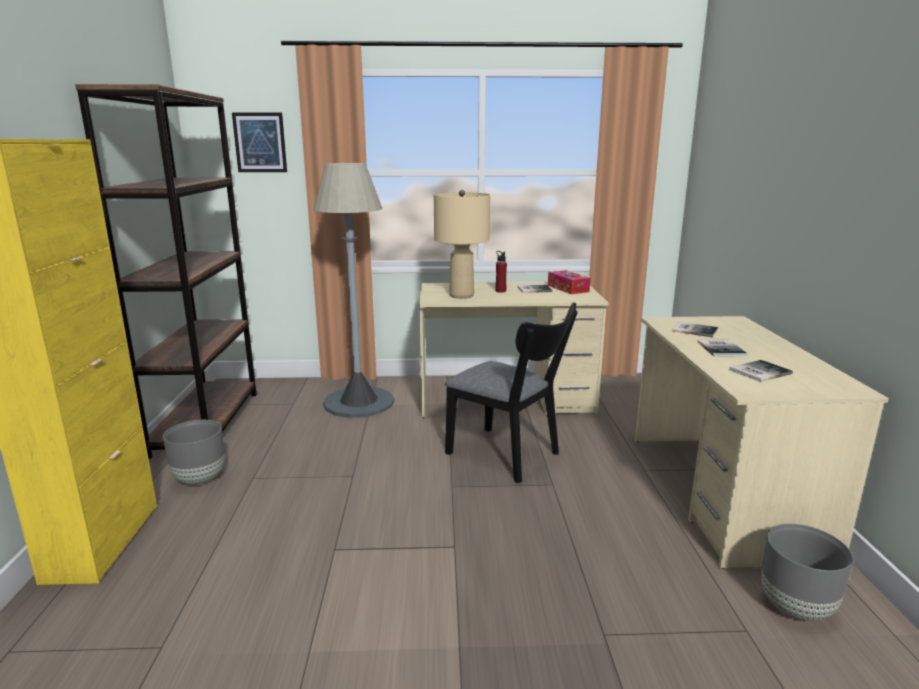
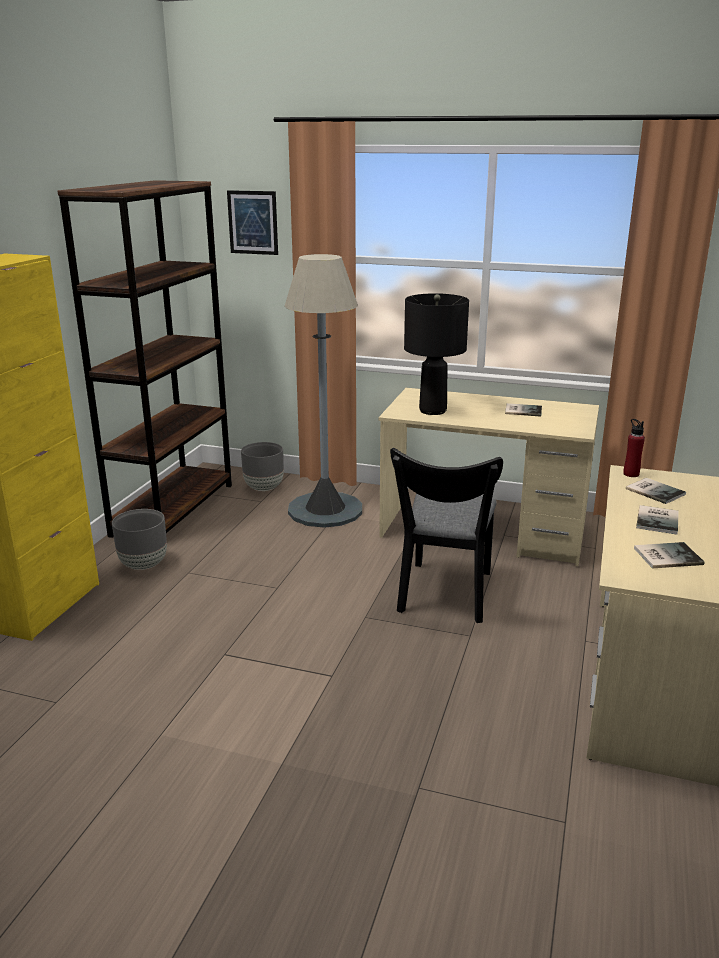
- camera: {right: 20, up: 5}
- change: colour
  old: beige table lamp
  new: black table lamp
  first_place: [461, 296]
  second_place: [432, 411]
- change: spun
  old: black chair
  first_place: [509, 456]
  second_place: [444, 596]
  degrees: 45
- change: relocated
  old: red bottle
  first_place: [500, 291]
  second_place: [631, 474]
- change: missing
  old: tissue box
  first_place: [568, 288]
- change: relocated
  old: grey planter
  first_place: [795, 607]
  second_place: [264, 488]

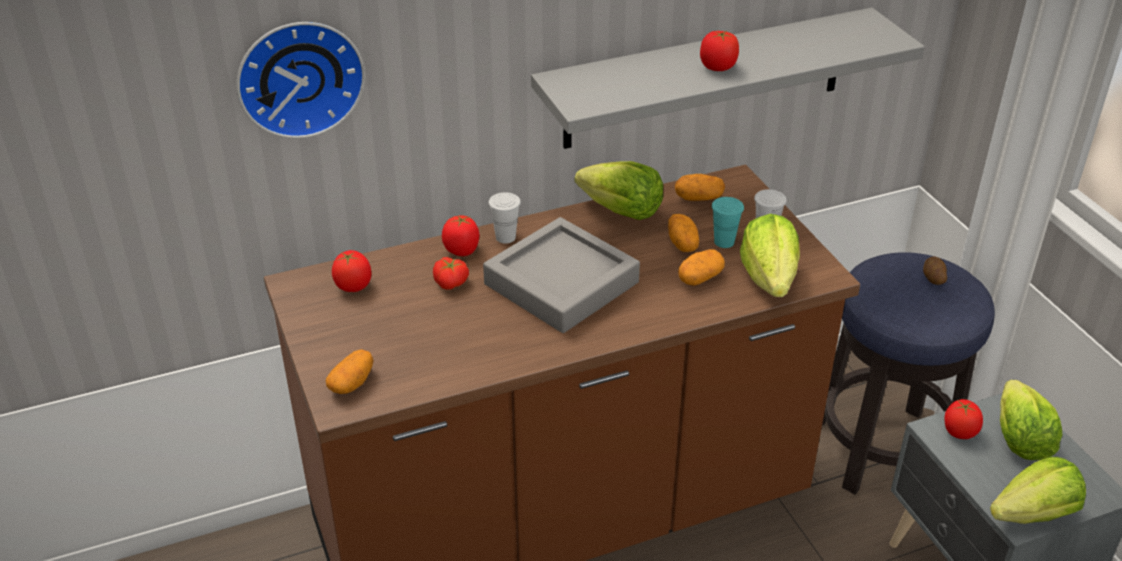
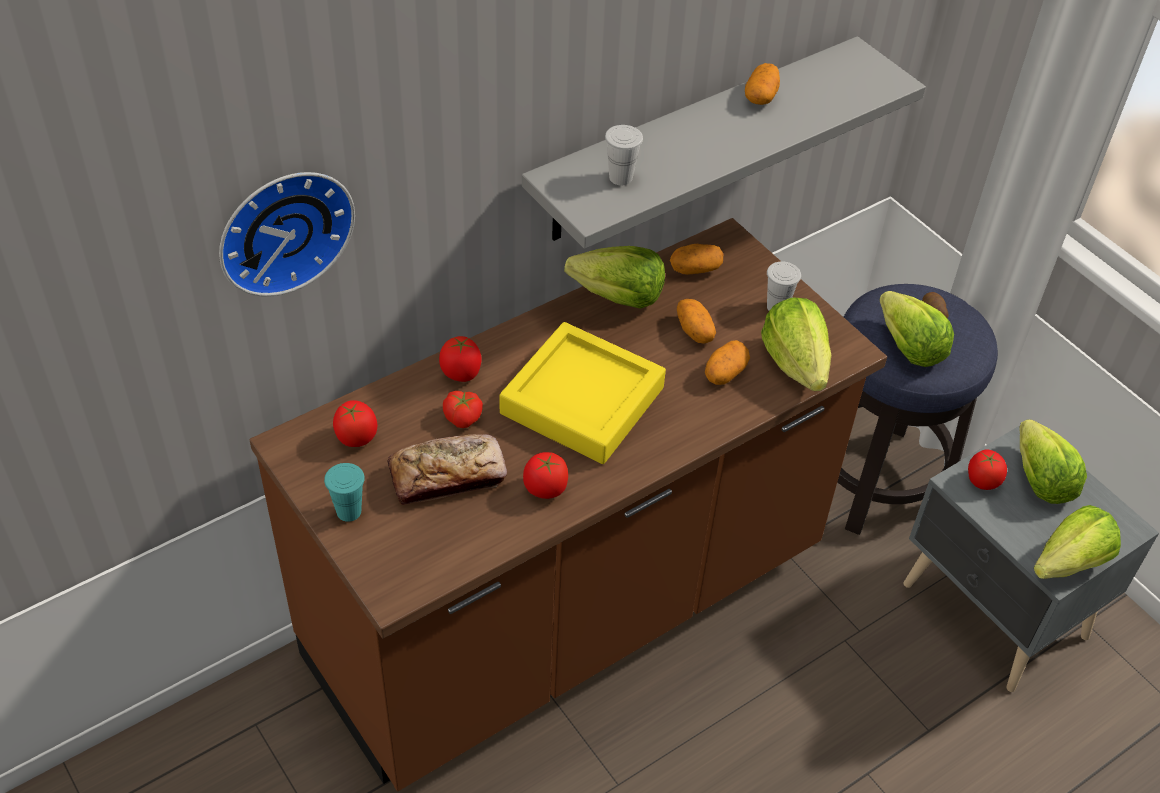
- camera: {right: -15, up: 10}
- change: relocated
  old: potato
  first_place: [352, 383]
  second_place: [761, 96]
- change: colour
  old: grey tray
  new: yellow tray
  first_place: [561, 283]
  second_place: [582, 401]
- change: relocated
  old: white cup
  first_place: [505, 237]
  second_place: [620, 177]
- change: relocated
  old: tomato
  first_place: [718, 67]
  second_place: [545, 489]
- change: relocated
  old: turquoise cup
  first_place: [724, 242]
  second_place: [349, 511]
- change: appeared
  new: bread
  second_place: [447, 476]
- change: appeared
  new: lettuce
  second_place: [908, 347]

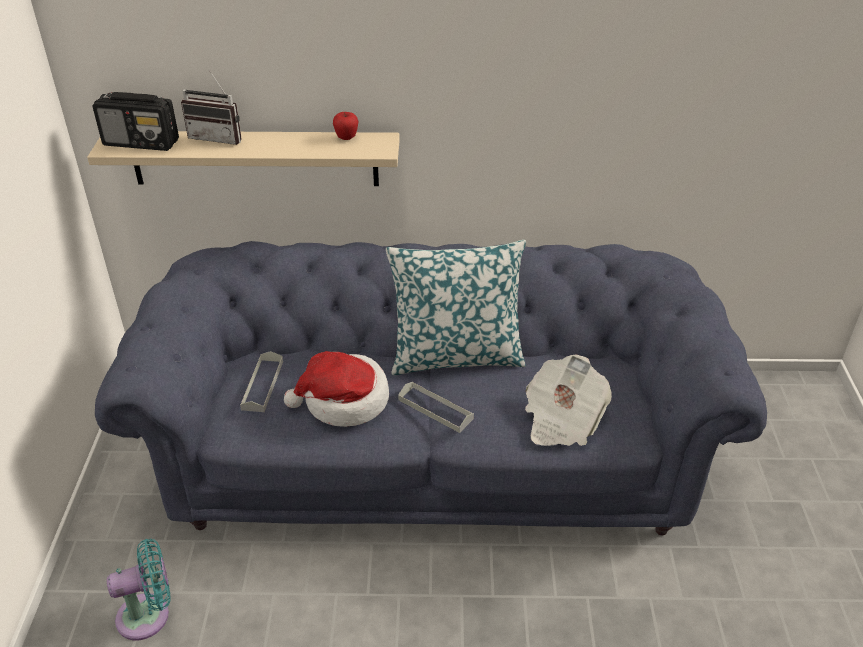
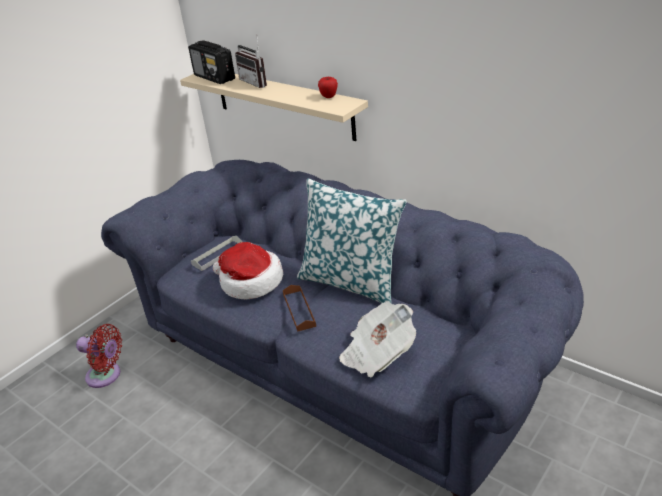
- camera: {right: 40, up: -5}
- change: colour
  old: turquoise fan
  new: red fan
  first_place: [149, 615]
  second_place: [106, 376]
- change: colour
  old: grey tray
  new: brown tray
  first_place: [435, 409]
  second_place: [299, 310]

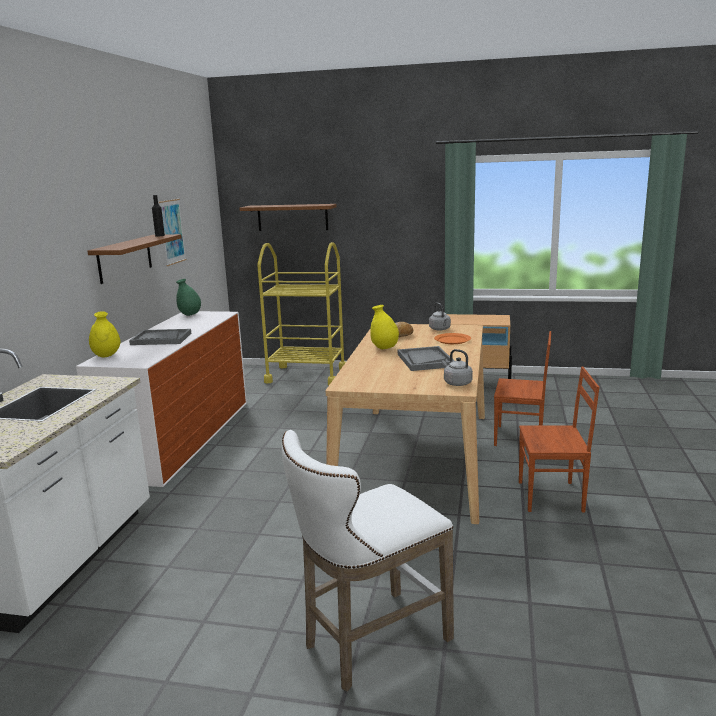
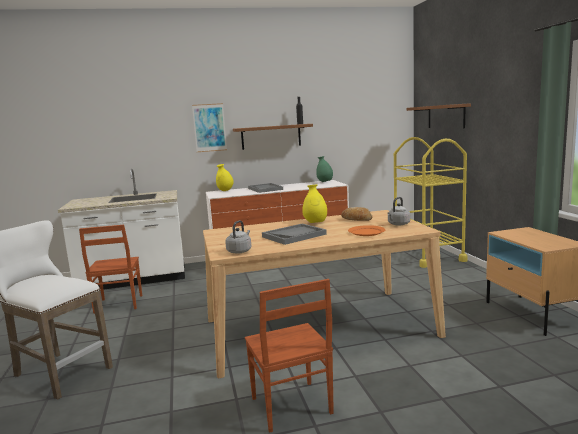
- camera: {right: 65, up: -5}
- change: relocated
  old: picture
  first_place: [172, 231]
  second_place: [209, 127]
- change: relocated
  old: brown chair
  first_place: [519, 438]
  second_place: [118, 304]

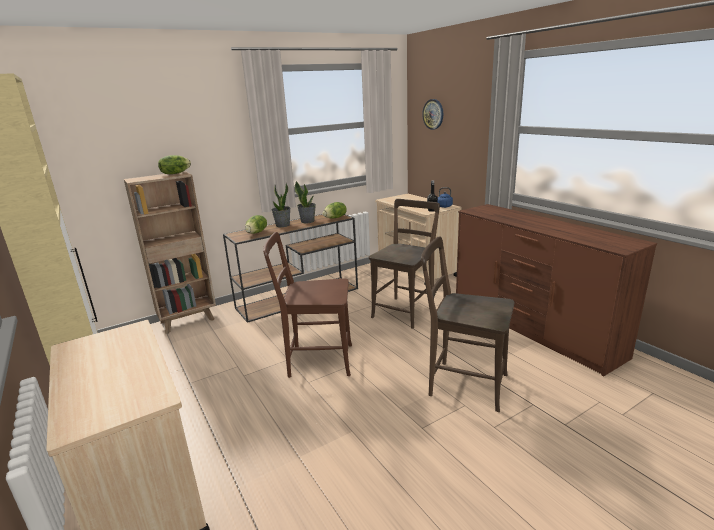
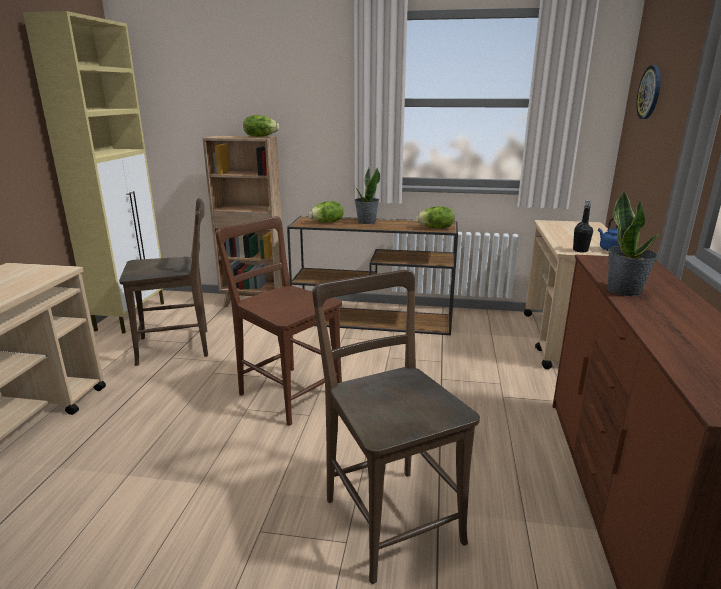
- camera: {right: 40, up: 0}
- change: relocated
  old: potted plant
  first_place: [307, 221]
  second_place: [624, 290]
- change: relocated
  old: brown chair
  first_place: [405, 310]
  second_place: [179, 346]

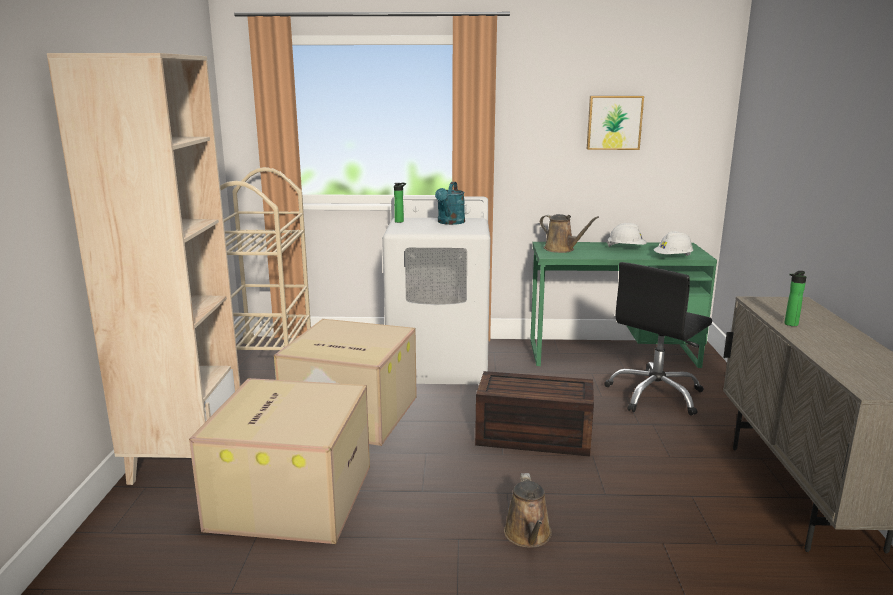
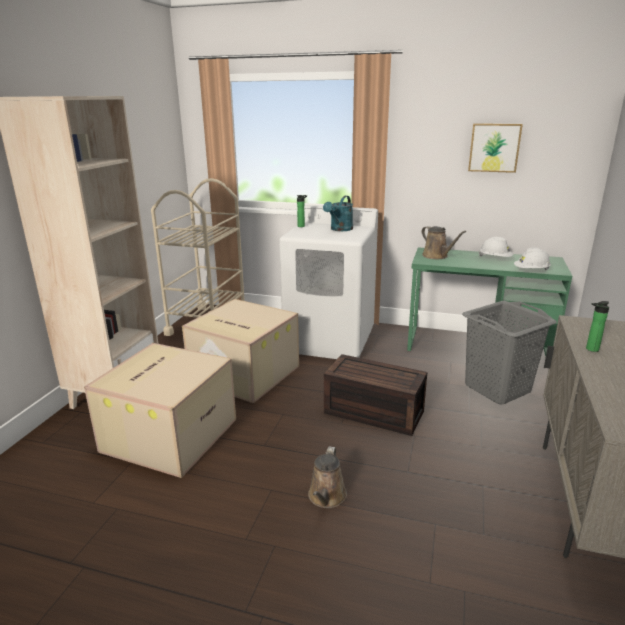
- camera: {right: 15, up: 5}
- change: exchanged
  old: black office chair
  new: grey laundry basket
  first_place: [655, 395]
  second_place: [496, 388]

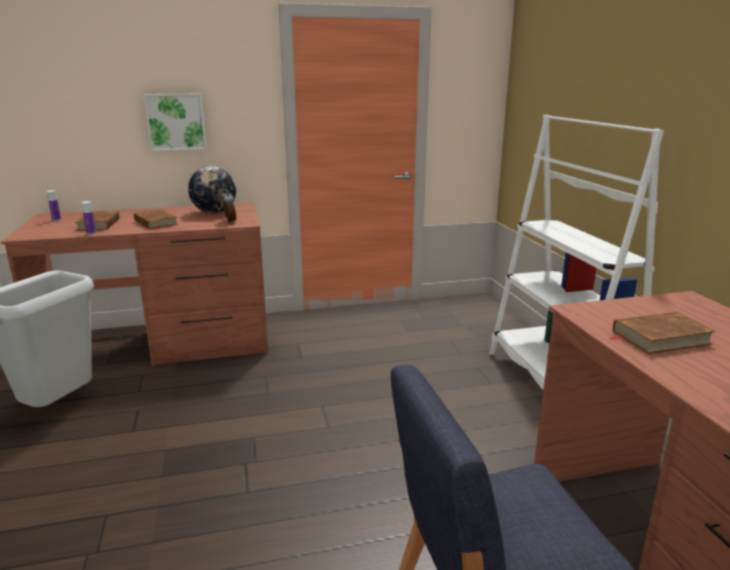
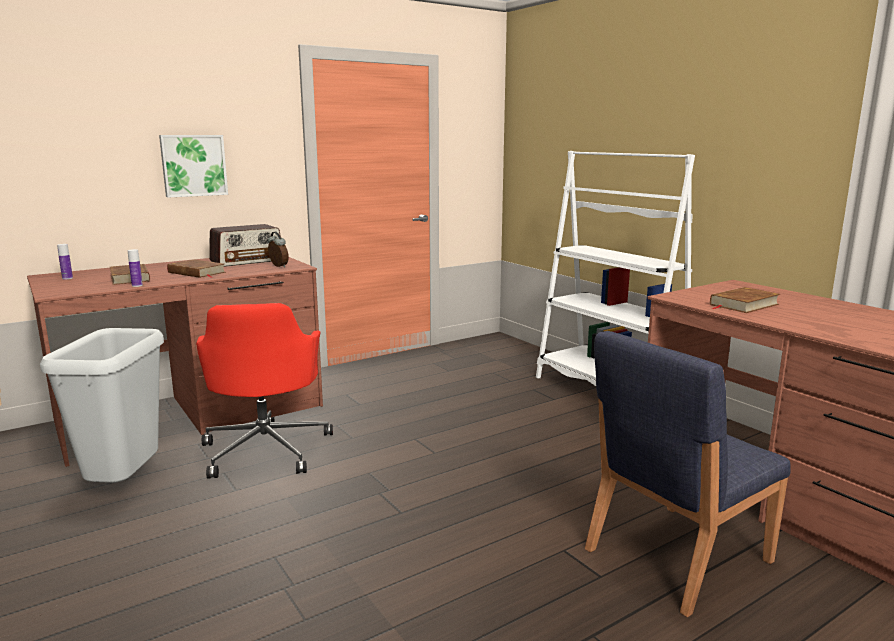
- camera: {right: -20, up: -5}
- change: exchanged
  old: globe
  new: radio
  first_place: [214, 212]
  second_place: [247, 261]
- change: appeared
  new: red office chair
  second_place: [266, 449]

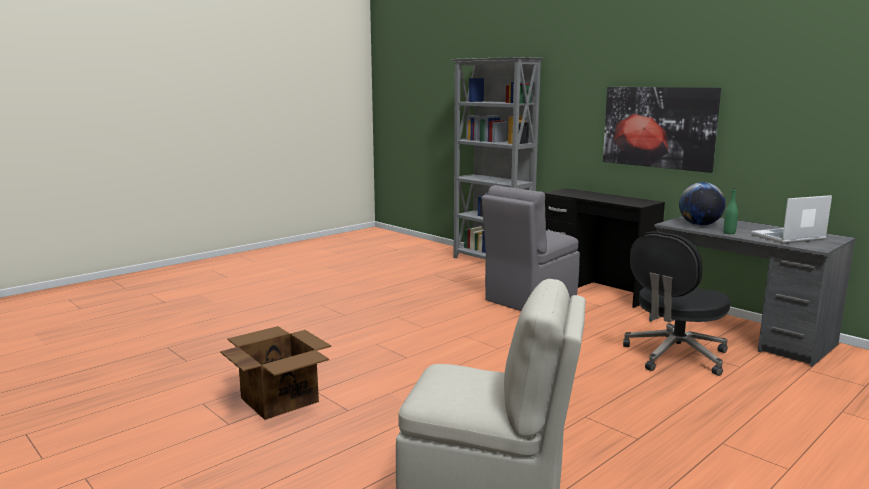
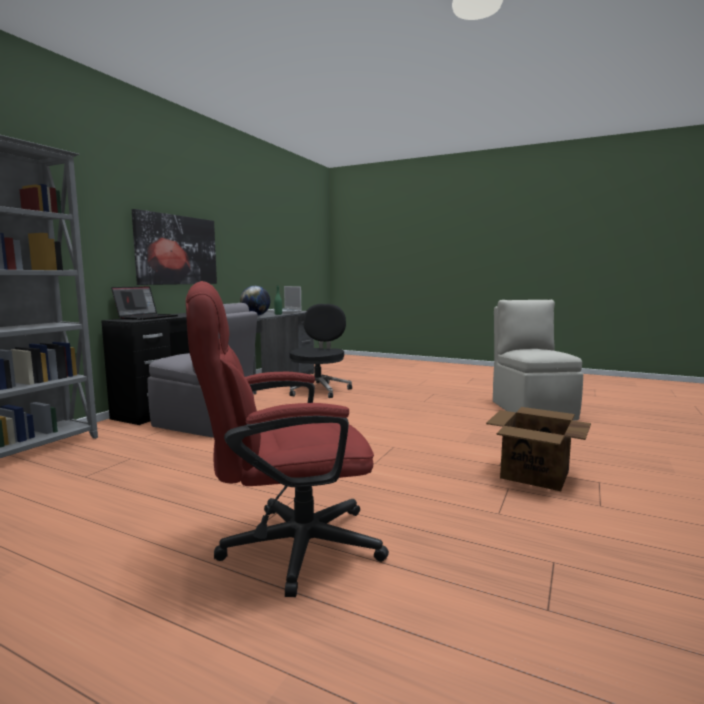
- camera: {right: -110, up: -5}
- change: spun
  old: black office chair
  first_place: [674, 356]
  second_place: [318, 390]
  degrees: -105
- change: appeared
  new: laptop
  second_place: [147, 317]
- change: appeared
  new: red office chair
  second_place: [285, 547]

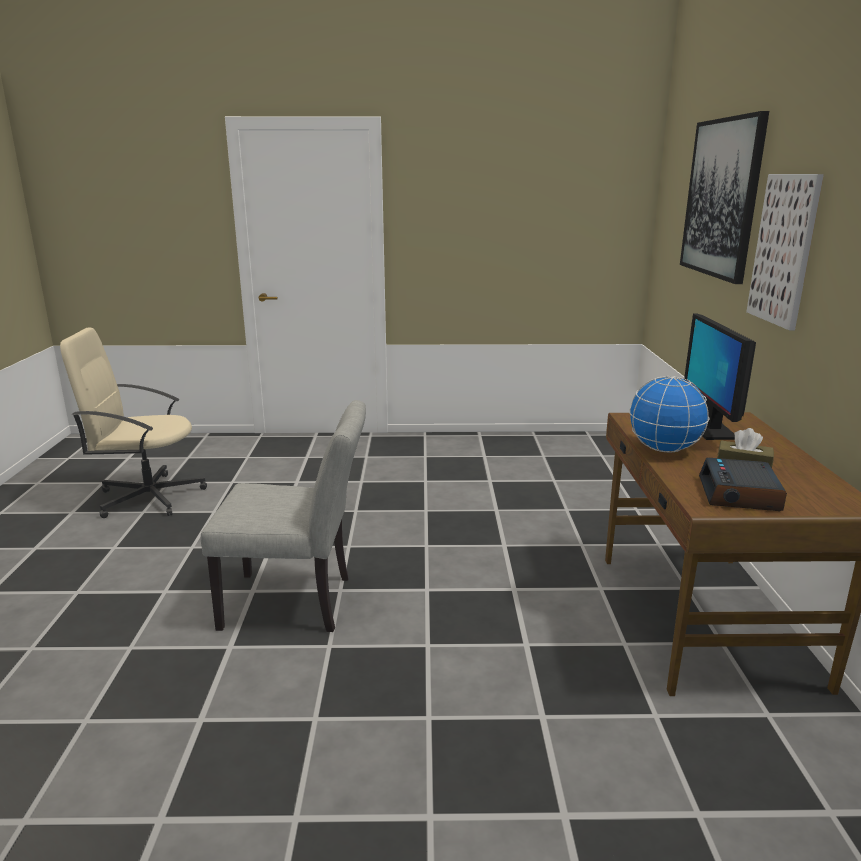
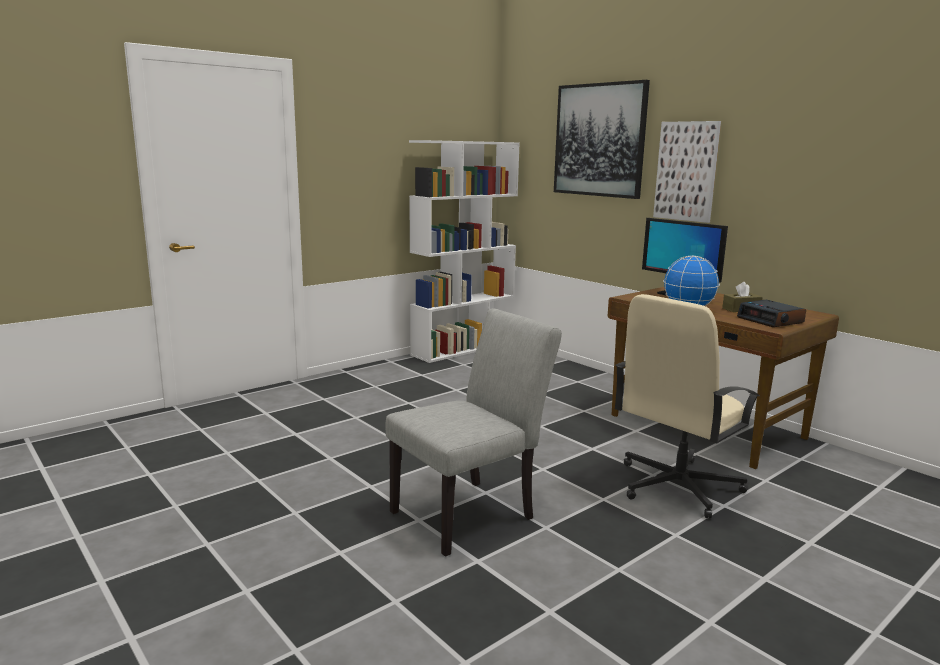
- camera: {right: -40, up: -5}
- change: relocated
  old: beige office chair
  first_place: [148, 497]
  second_place: [676, 486]
- change: appeared
  new: white bookcase
  second_place: [463, 349]

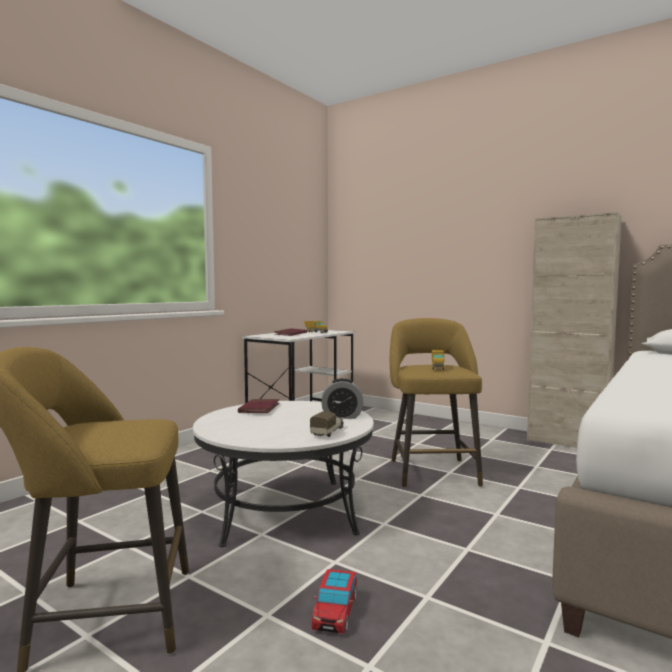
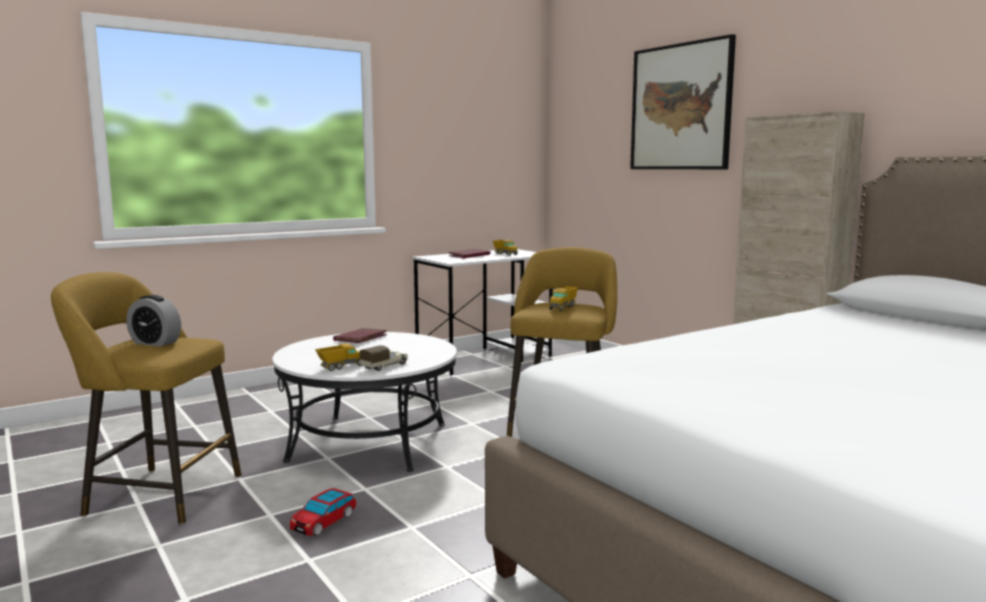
- camera: {right: 20, up: 5}
- change: relocated
  old: alarm clock
  first_place: [342, 416]
  second_place: [155, 343]
- change: appeared
  new: toy truck
  second_place: [340, 367]
- change: appeared
  new: picture
  second_place: [680, 107]

